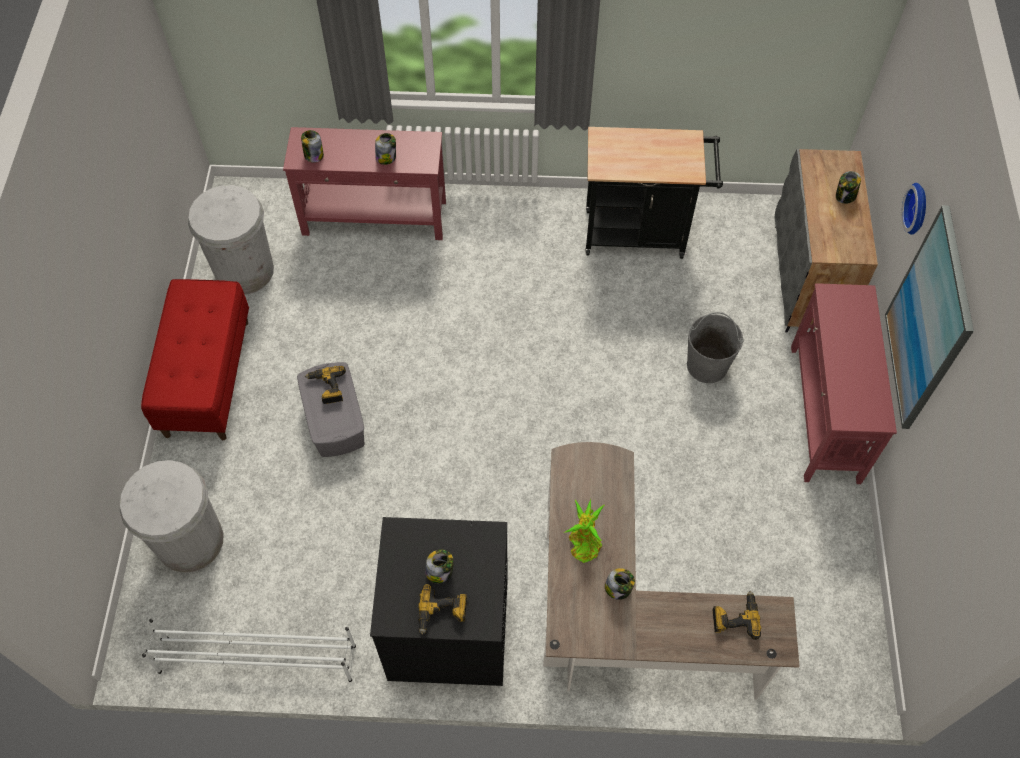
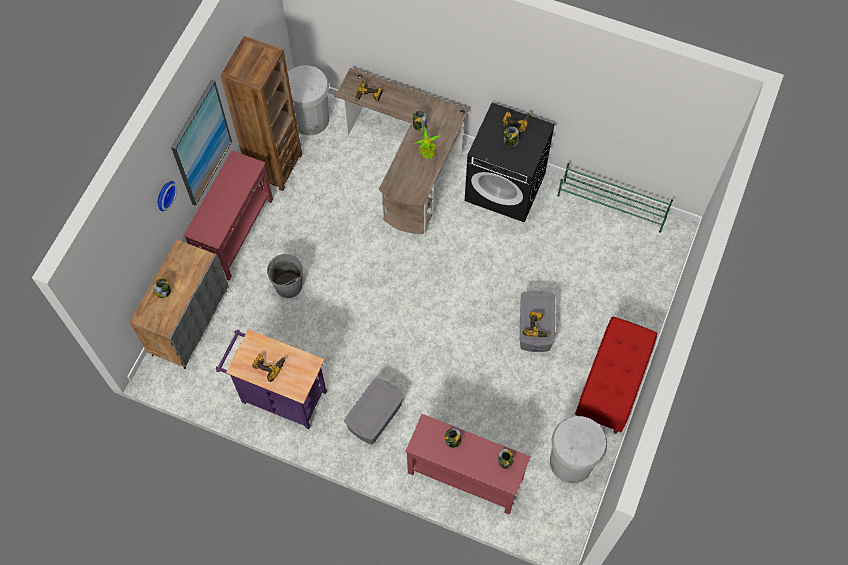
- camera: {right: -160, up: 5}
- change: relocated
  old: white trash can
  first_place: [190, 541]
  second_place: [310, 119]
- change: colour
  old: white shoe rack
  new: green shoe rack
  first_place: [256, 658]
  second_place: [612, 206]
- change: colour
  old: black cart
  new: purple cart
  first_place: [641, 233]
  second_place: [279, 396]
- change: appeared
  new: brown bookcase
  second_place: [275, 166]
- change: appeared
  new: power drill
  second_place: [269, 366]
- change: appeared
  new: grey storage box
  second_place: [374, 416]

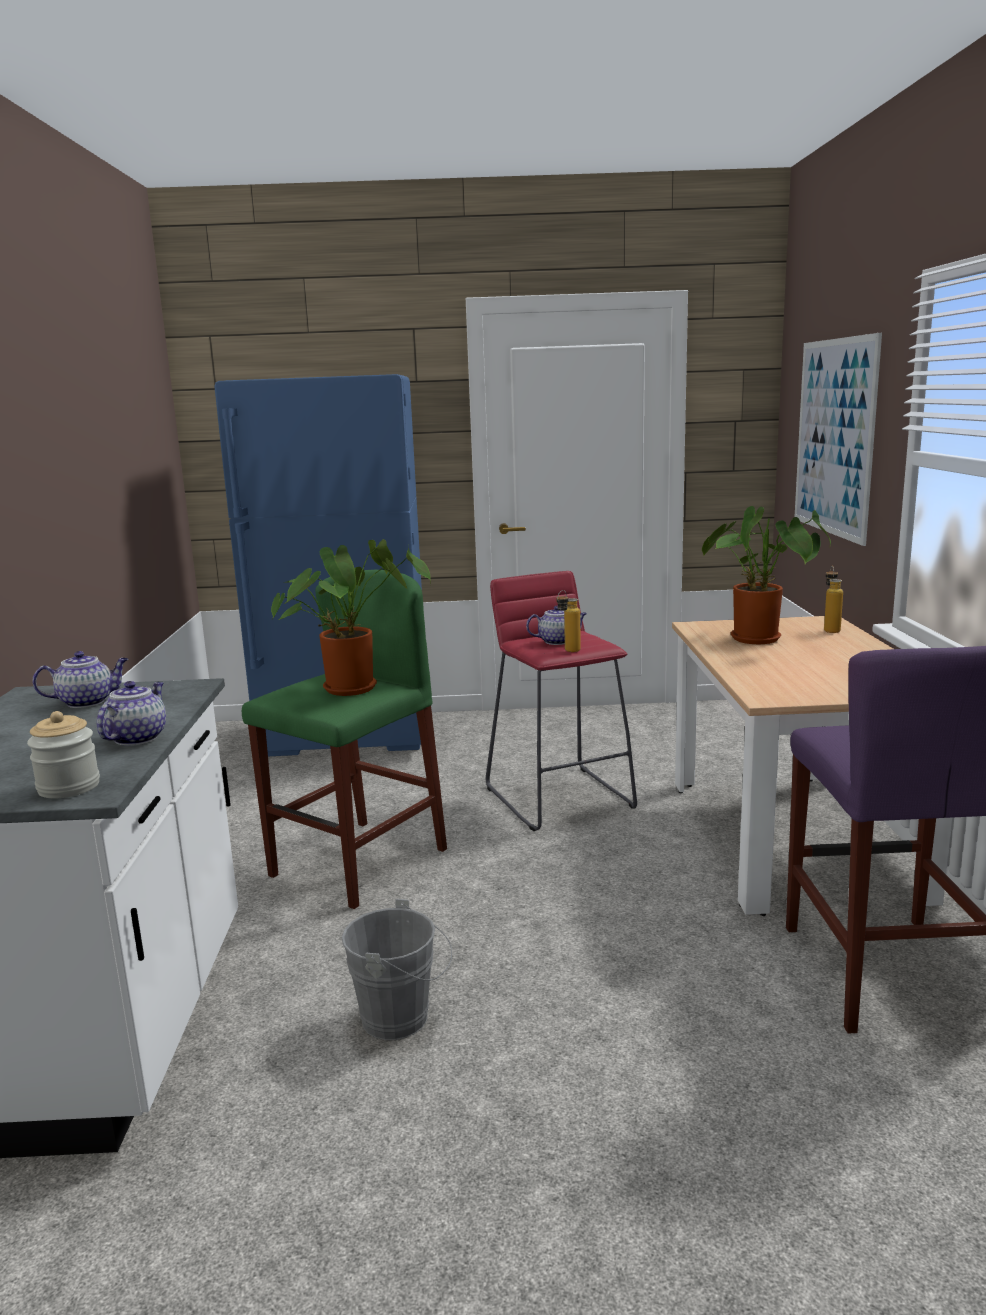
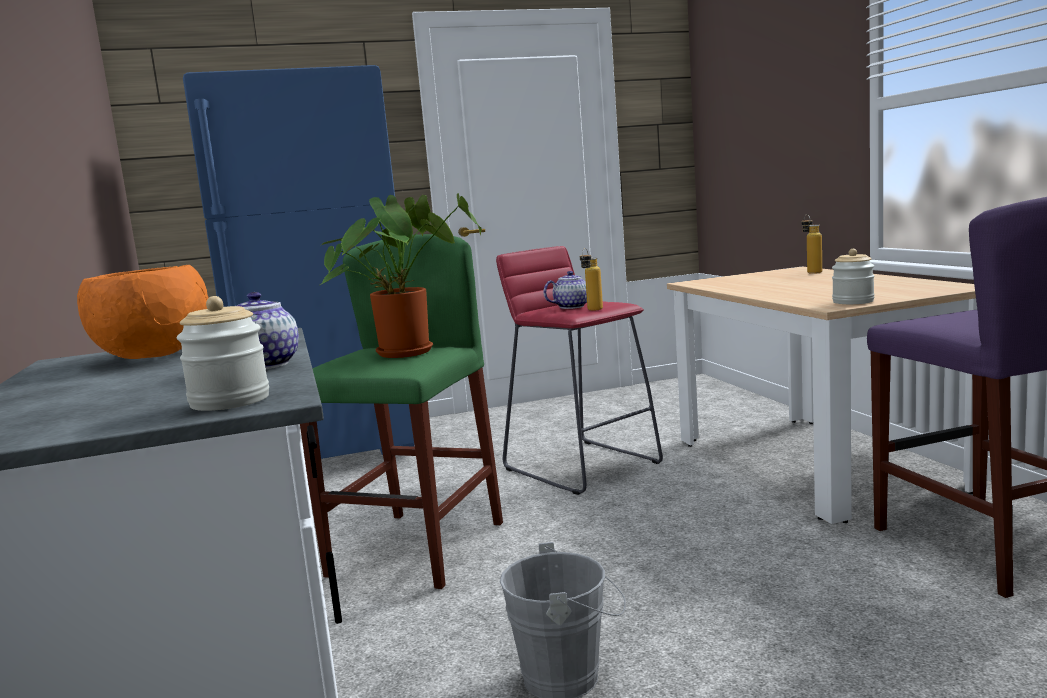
- camera: {right: -15, up: -5}
- change: exchanged
  old: teapot
  new: orange bowl
  first_place: [87, 702]
  second_place: [154, 356]
- change: missing
  old: potted plant
  first_place: [761, 639]
- change: missing
  old: picture
  first_place: [834, 437]
- change: appeared
  new: jar
  second_place: [853, 301]

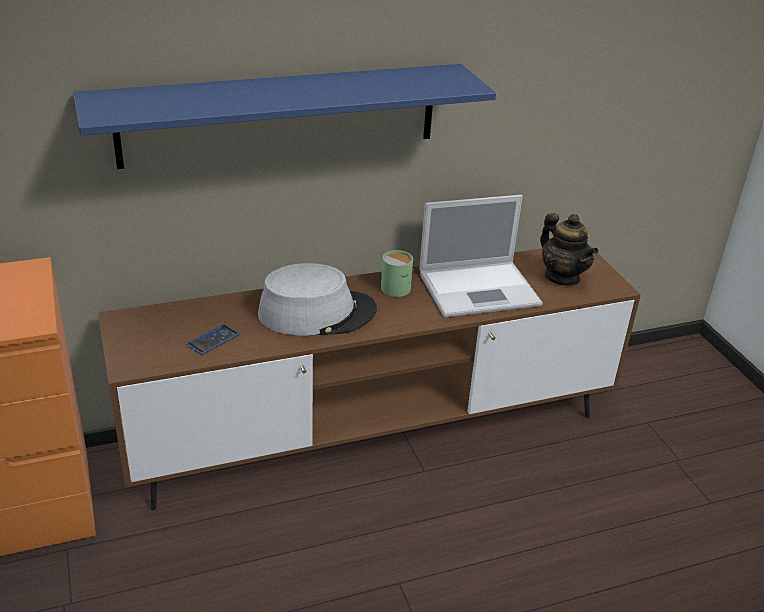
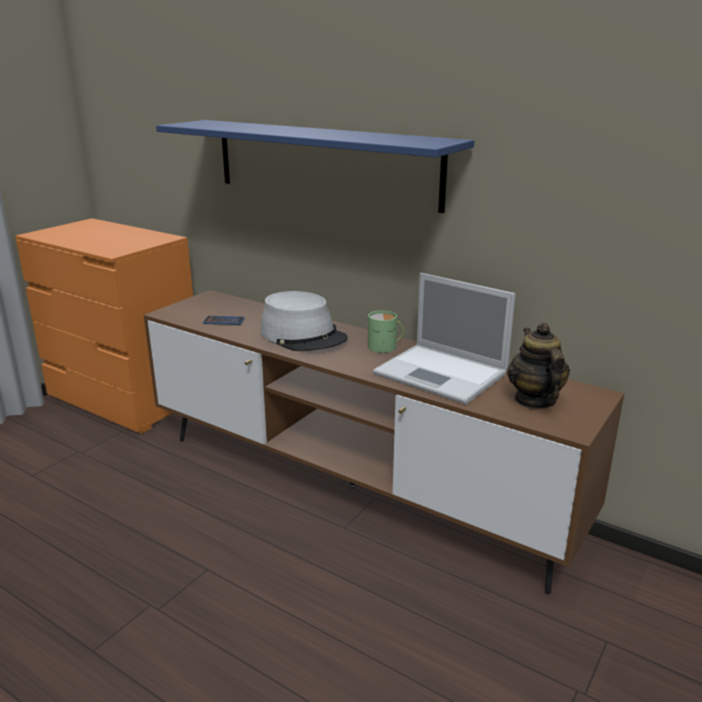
- camera: {right: 55, up: -10}
- change: spun
  old: teapot
  first_place: [562, 277]
  second_place: [534, 400]
  degrees: 150

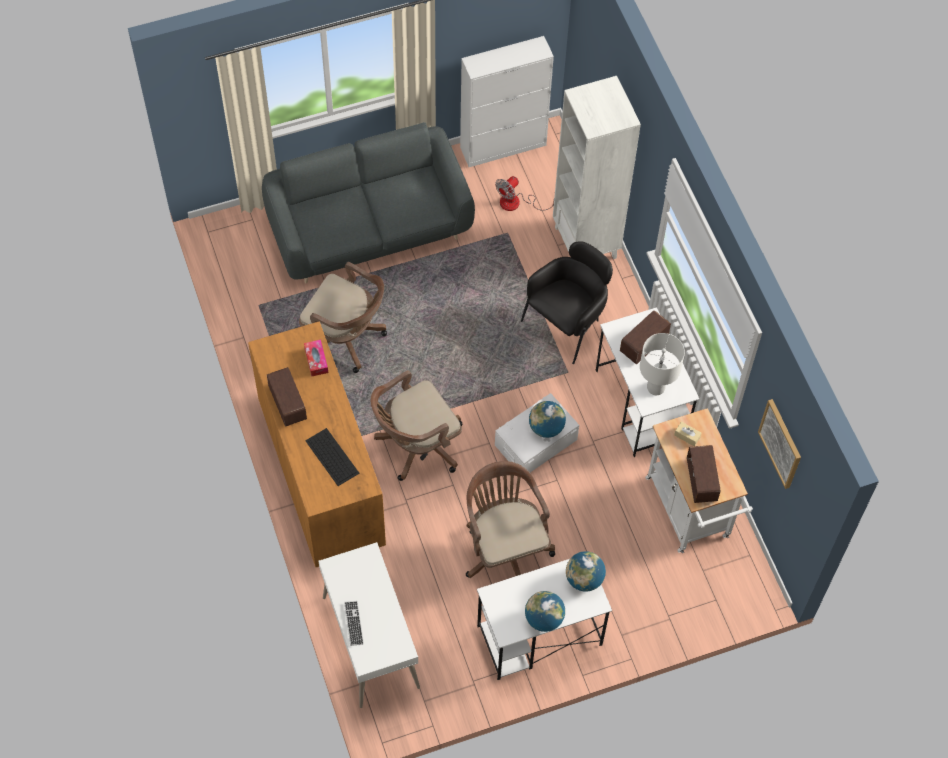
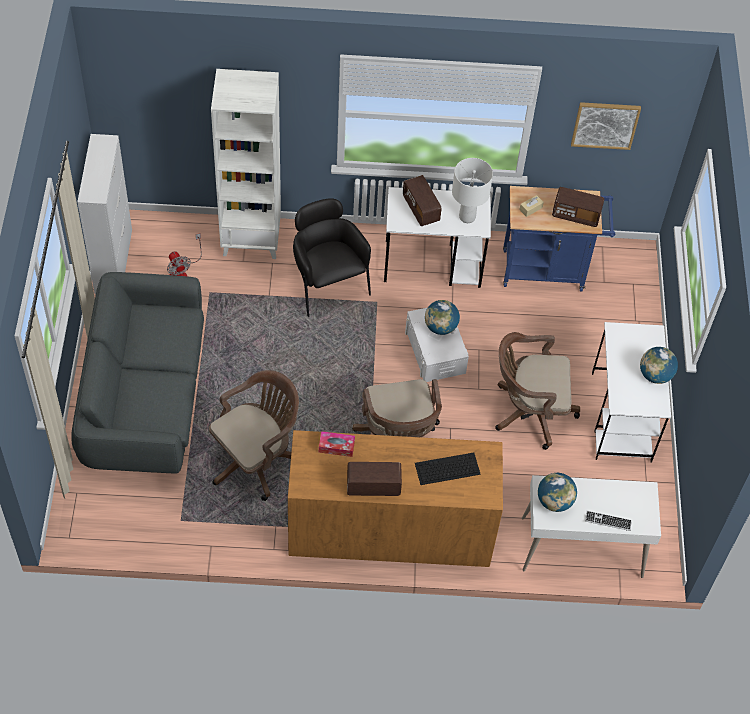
- camera: {right: -70, up: -5}
- change: relocated
  old: globe
  first_place: [584, 579]
  second_place: [554, 501]
- change: colour
  old: white cart
  new: blue cart
  first_place: [690, 513]
  second_place: [548, 270]

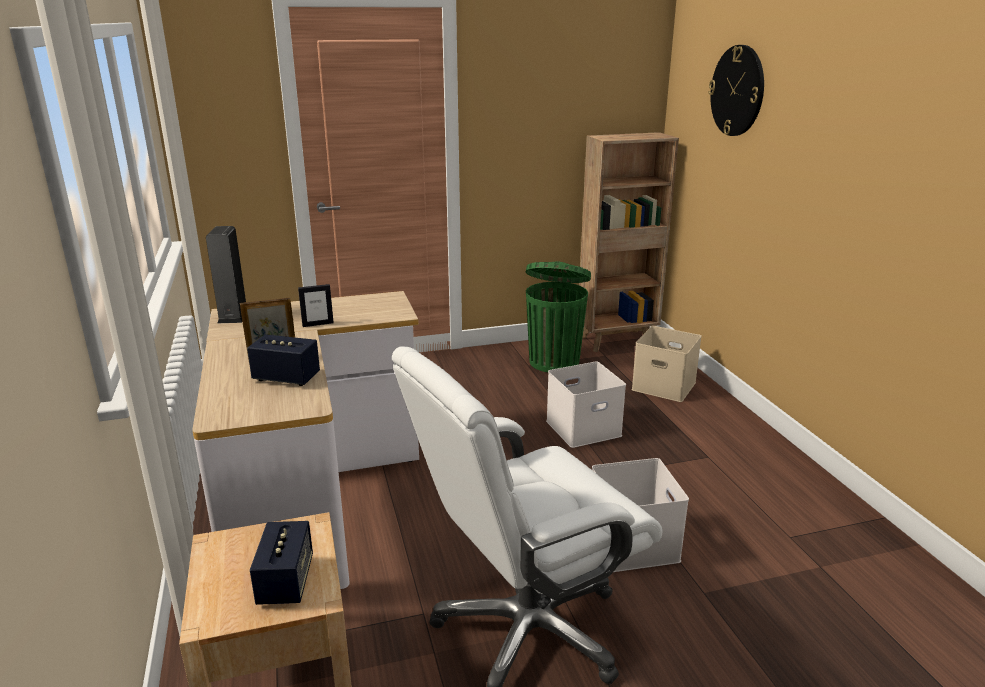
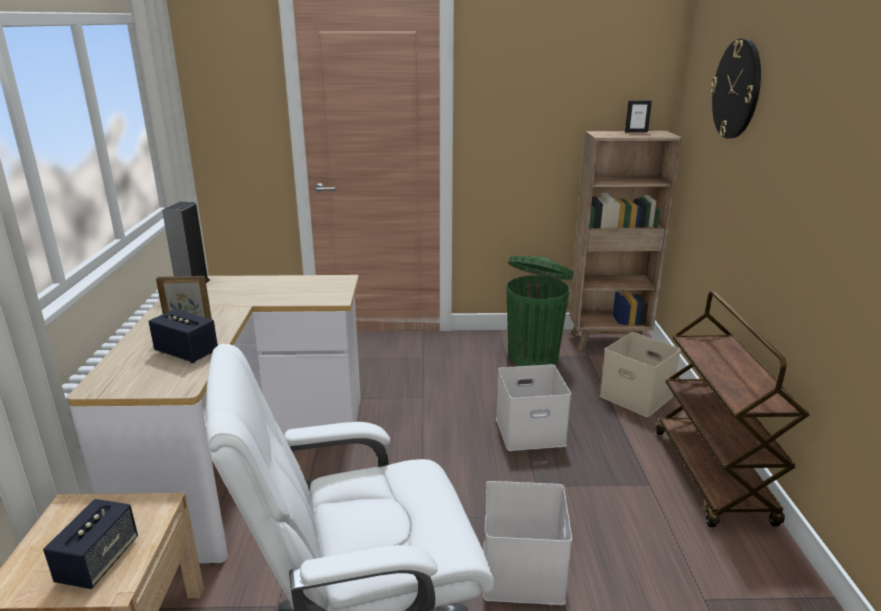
- camera: {right: 15, up: 0}
- change: relocated
  old: picture frame
  first_place: [318, 324]
  second_place: [636, 131]
- change: appeared
  new: brown cart
  second_place: [712, 476]

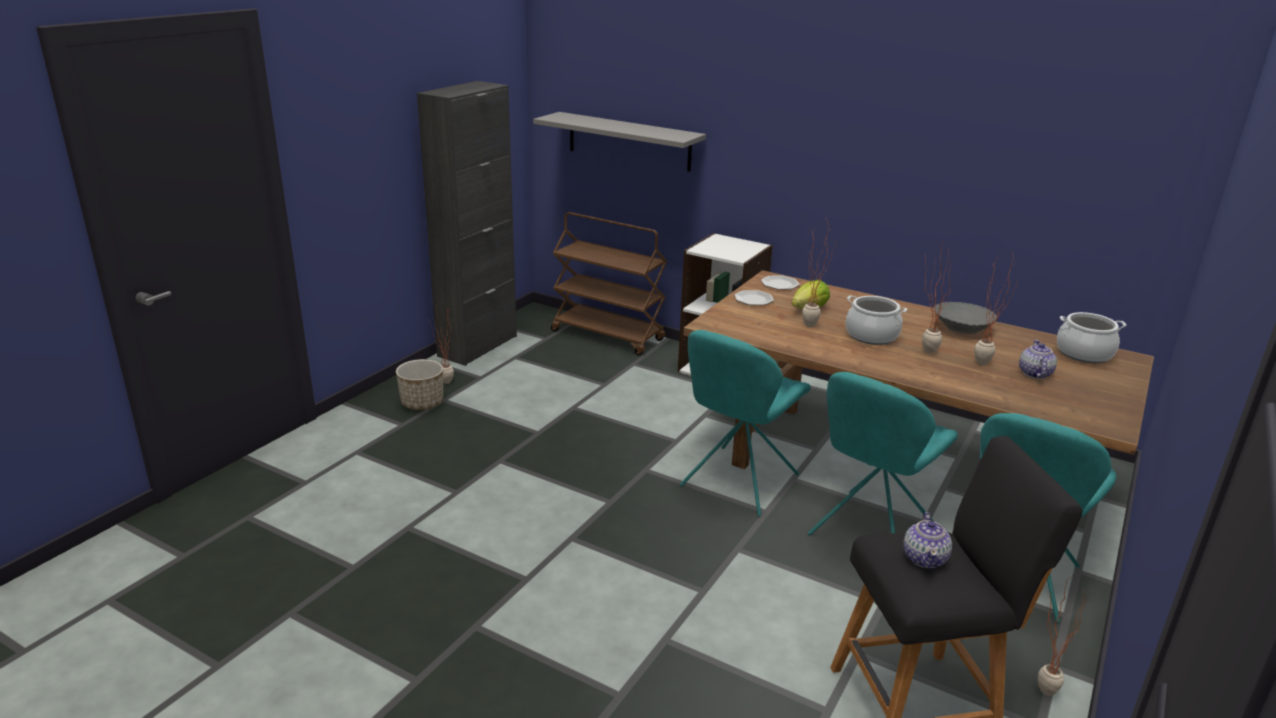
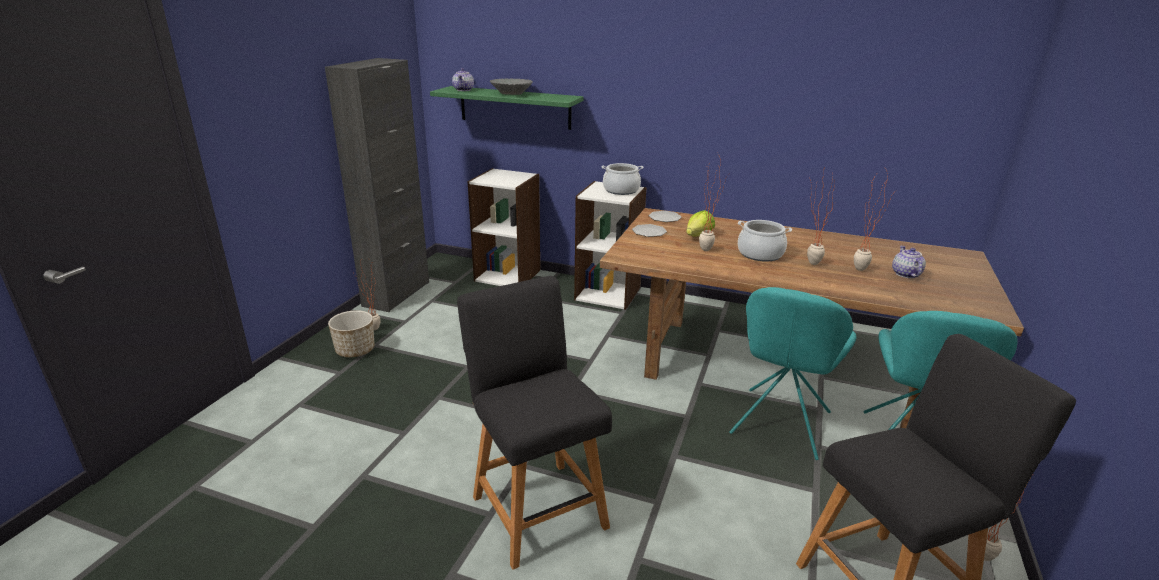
- camera: {right: -10, up: 0}
- change: colour
  old: grey shelf
  new: green shelf
  first_place: [629, 141]
  second_place: [515, 107]
- change: exchanged
  old: brown cart
  new: white bookcase
  first_place: [608, 336]
  second_place: [508, 275]
- change: missing
  old: turquoise chair
  first_place: [737, 482]
- change: relocated
  old: teapot
  first_place: [925, 558]
  second_place: [464, 90]
- change: relocated
  old: grey bowl
  first_place: [961, 329]
  second_place: [511, 94]
- change: relocated
  old: cooking pot
  first_place: [1084, 353]
  second_place: [621, 190]
- change: appeared
  new: black stool
  second_place: [536, 507]

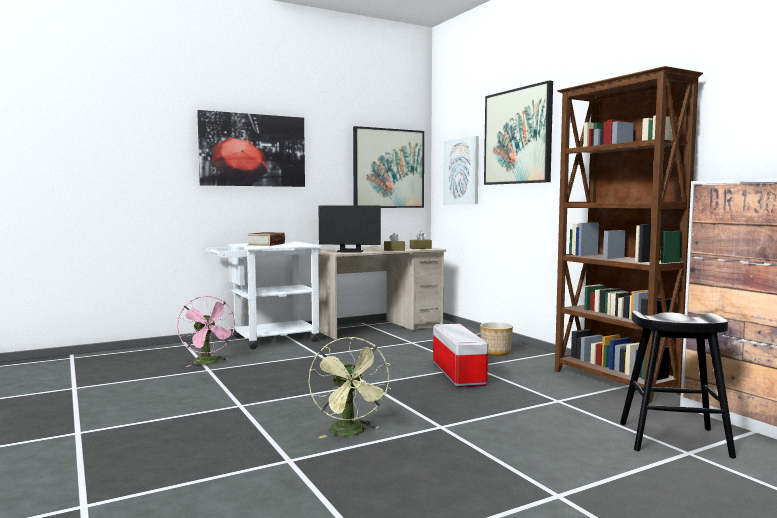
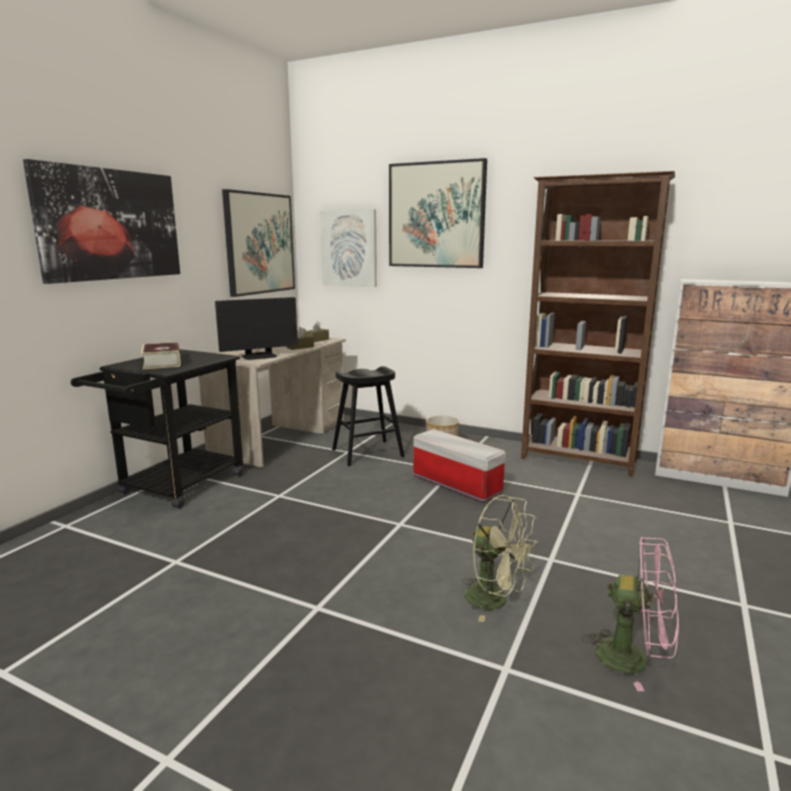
- camera: {right: -35, up: 10}
- change: relocated
  old: pink fan
  first_place: [208, 363]
  second_place: [633, 658]
- change: colour
  old: white cart
  new: black cart
  first_place: [267, 340]
  second_place: [175, 487]
- change: relocated
  old: black stool
  first_place: [674, 439]
  second_place: [368, 453]

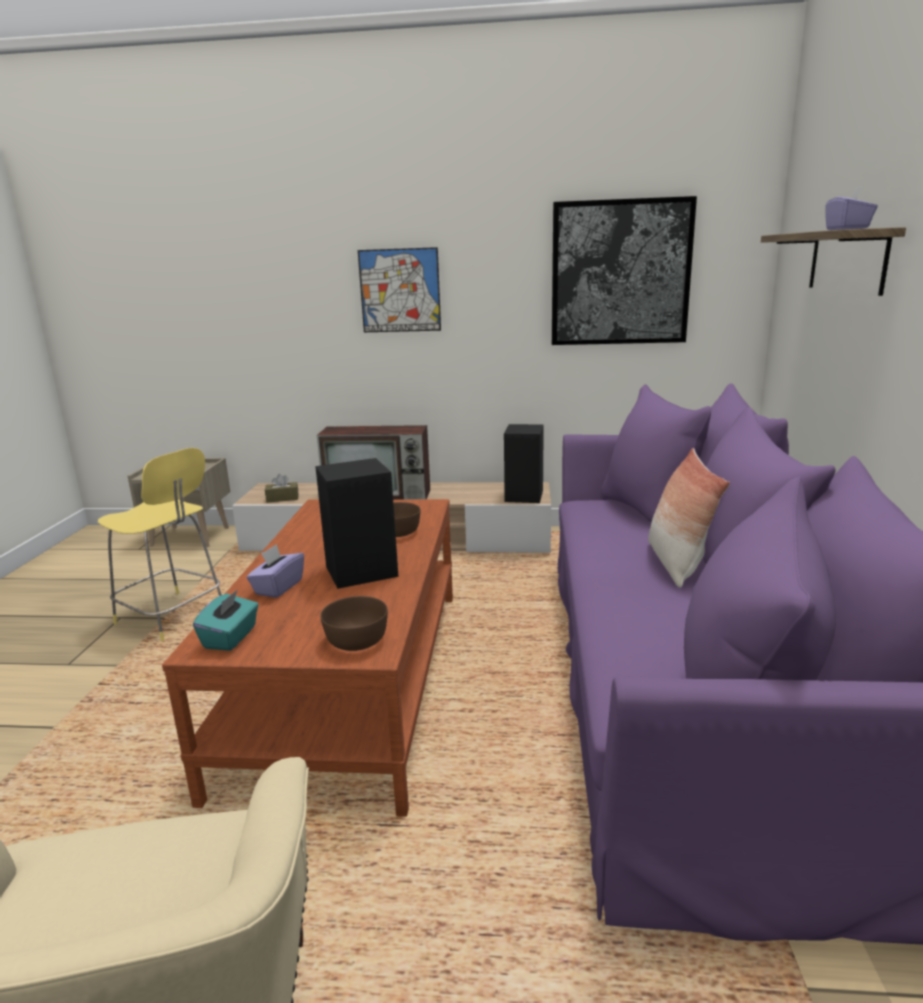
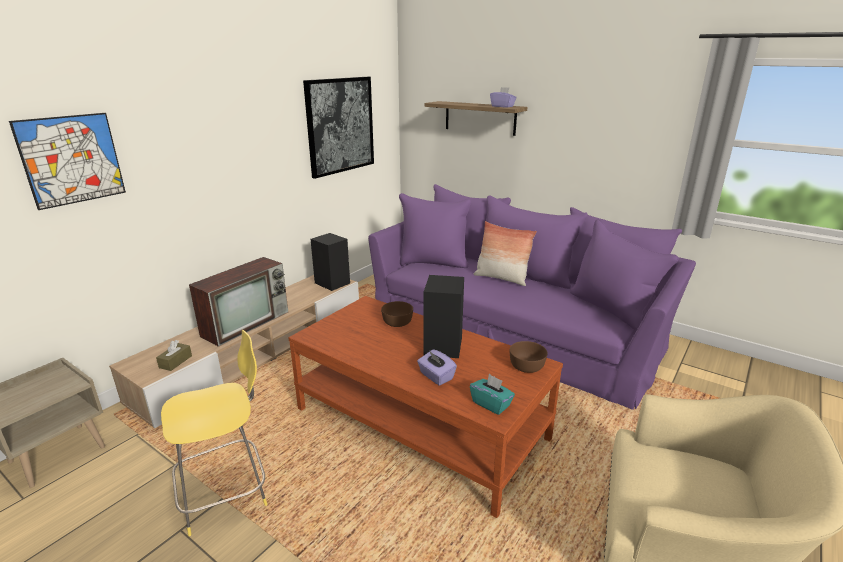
- camera: {right: -60, up: 5}
- change: relocated
  old: picture
  first_place: [400, 290]
  second_place: [72, 160]

